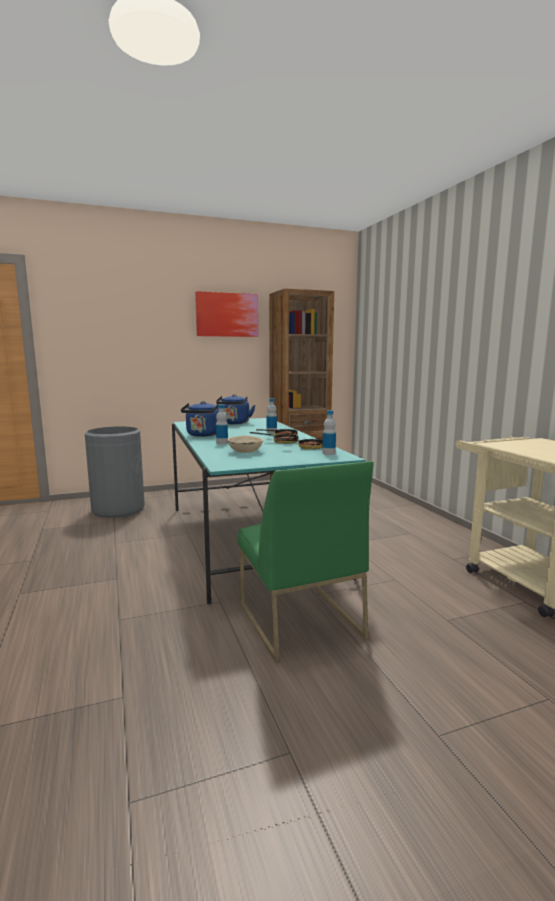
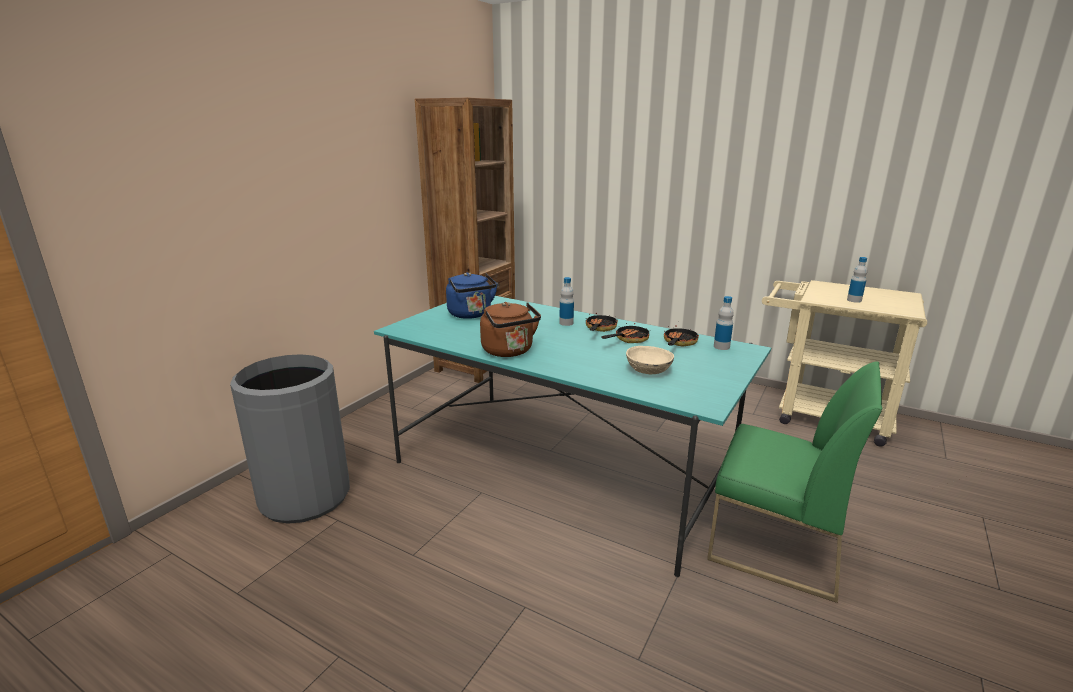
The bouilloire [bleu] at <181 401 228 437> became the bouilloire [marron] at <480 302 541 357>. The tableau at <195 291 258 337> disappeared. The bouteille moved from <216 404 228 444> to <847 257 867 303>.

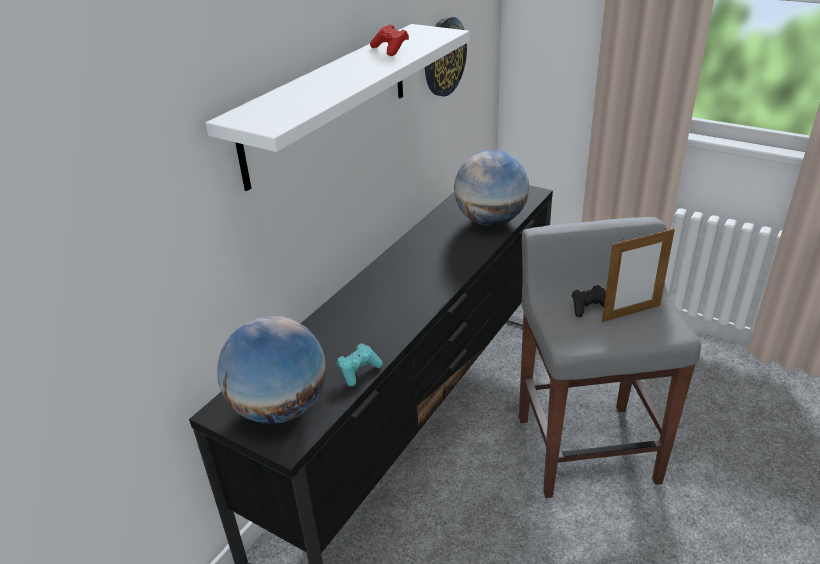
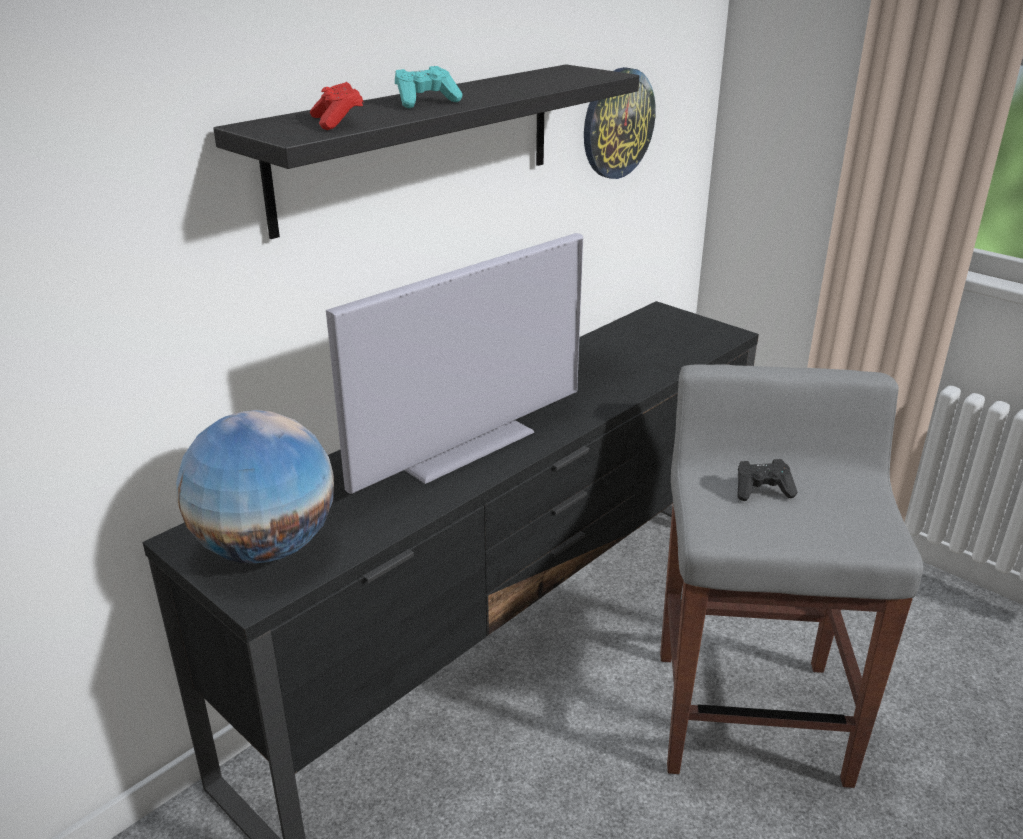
The étagère [blanc] at <206 24 469 191> became the étagère [noir] at <213 64 639 239>. The manette [turquoise] moved from <337 343 382 387> to <395 66 462 108>. The manette [rouge] moved from <370 25 409 56> to <310 82 363 130>. The globe at <454 150 529 226> disappeared. The cadre photo at <602 228 675 322> disappeared. The téléviseur at <326 233 583 494> appeared.

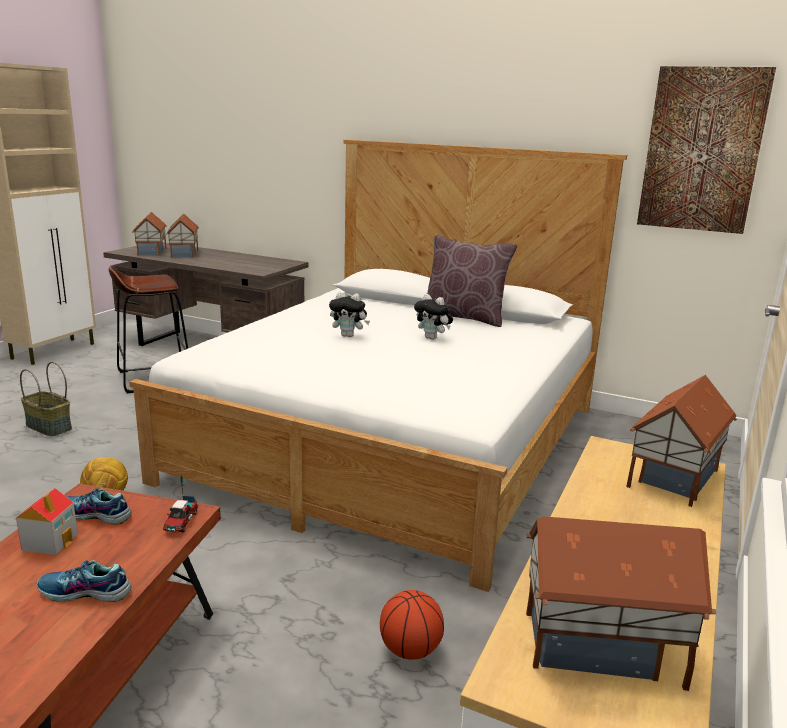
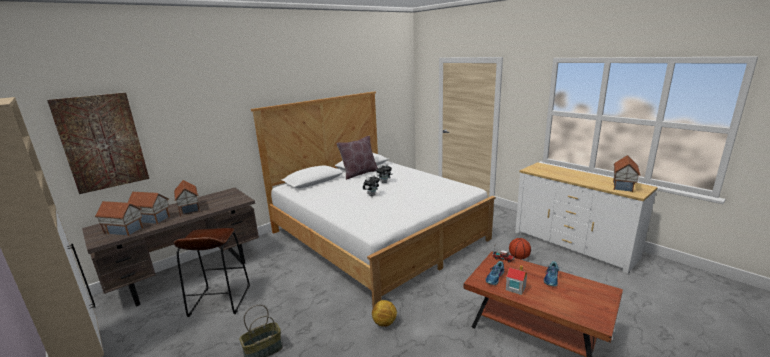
The maison miniature moved from <626 375 737 507> to <174 180 200 217>. The tableau moved from <637 66 776 234> to <47 92 149 194>.

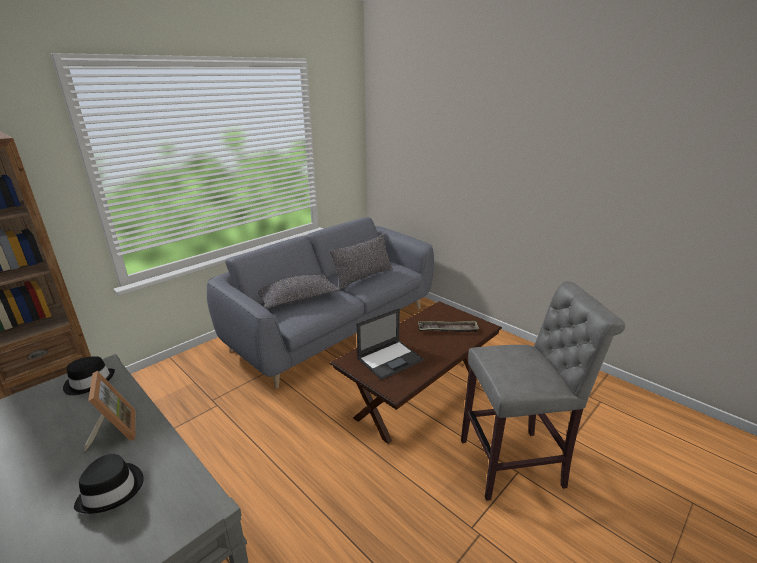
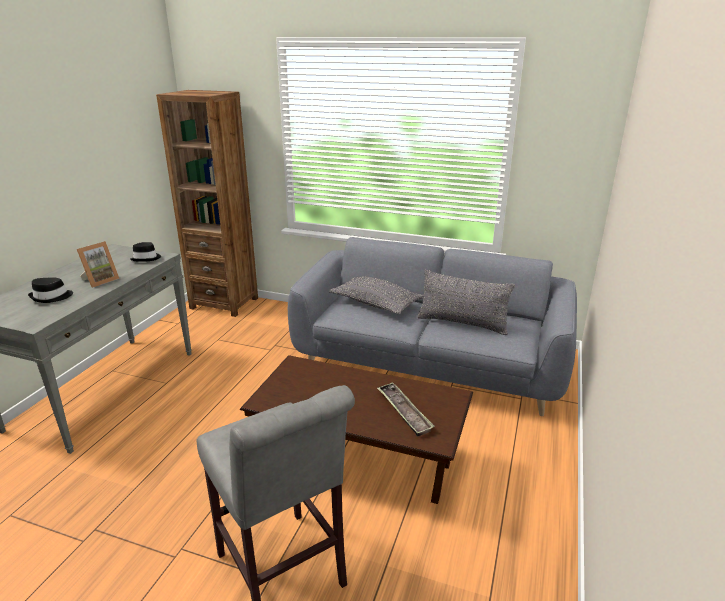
The ordinateur portable at <357 308 423 380> disappeared.

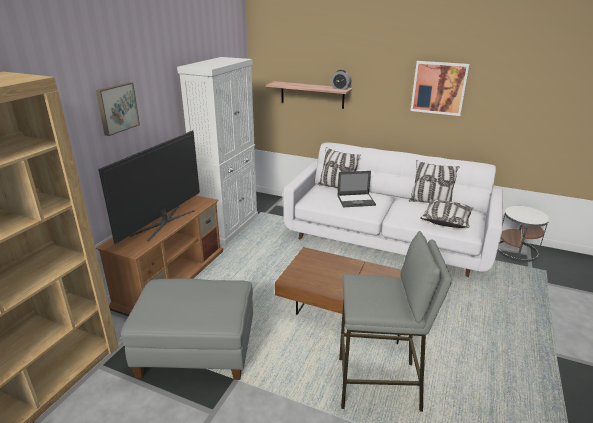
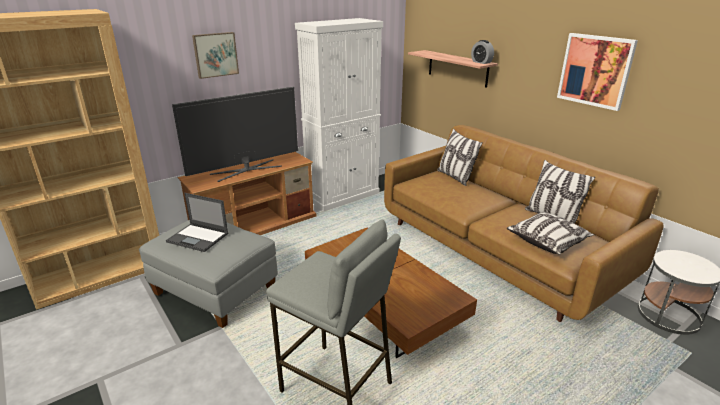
The canapé [blanc] at <283 142 503 277> became the canapé [marron] at <384 125 663 322>. The ordinateur portable moved from <337 171 376 207> to <166 193 228 252>.

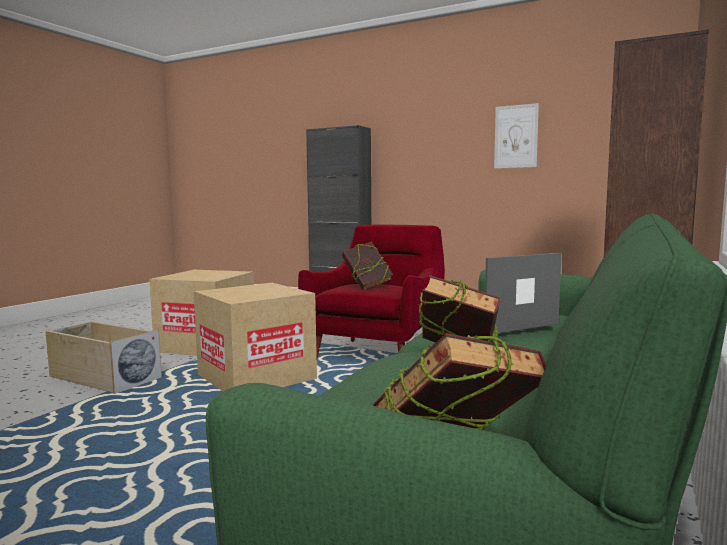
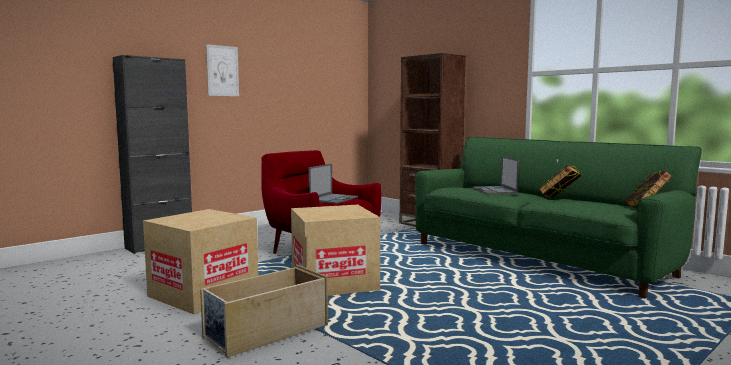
The livre at <342 242 393 290> was replaced by the ordinateur portable at <308 163 358 204>. The tableau moved from <494 103 539 168> to <206 44 239 96>.

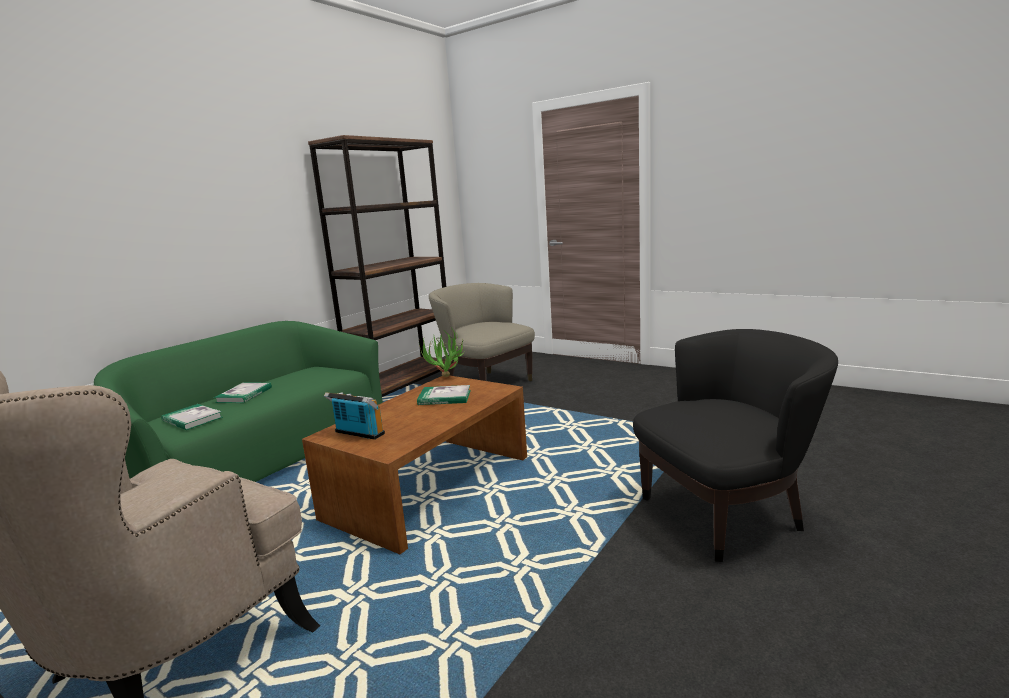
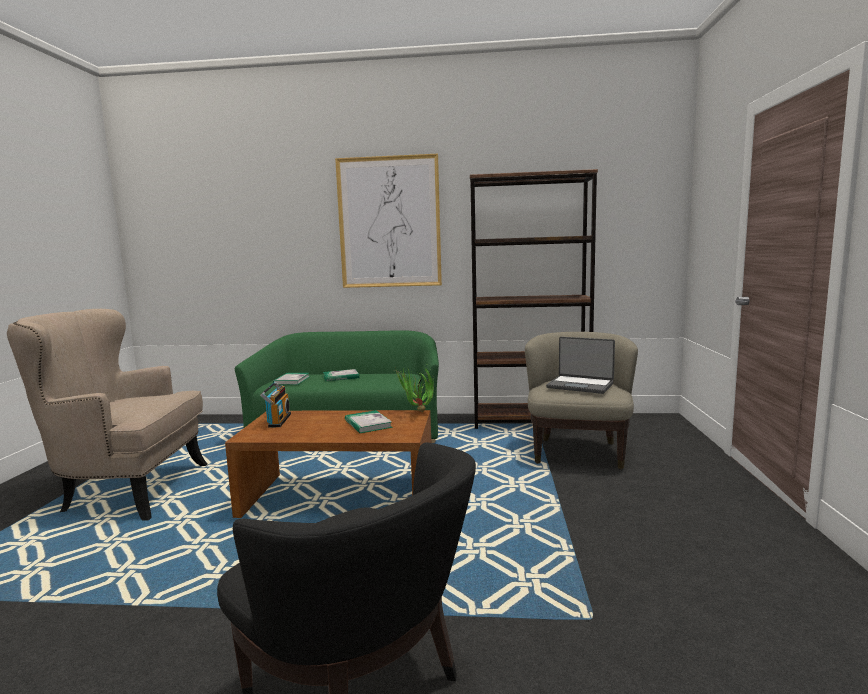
The tableau at <335 154 442 288> appeared. The ordinateur portable at <546 337 615 394> appeared.

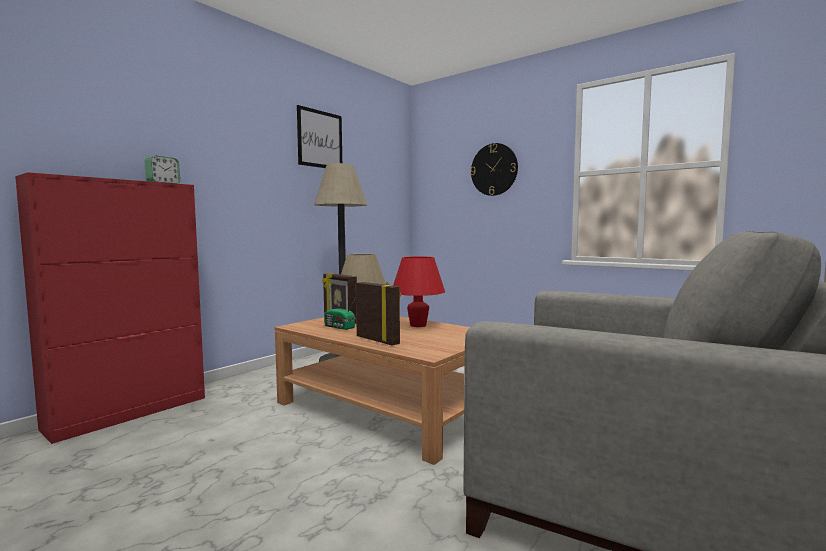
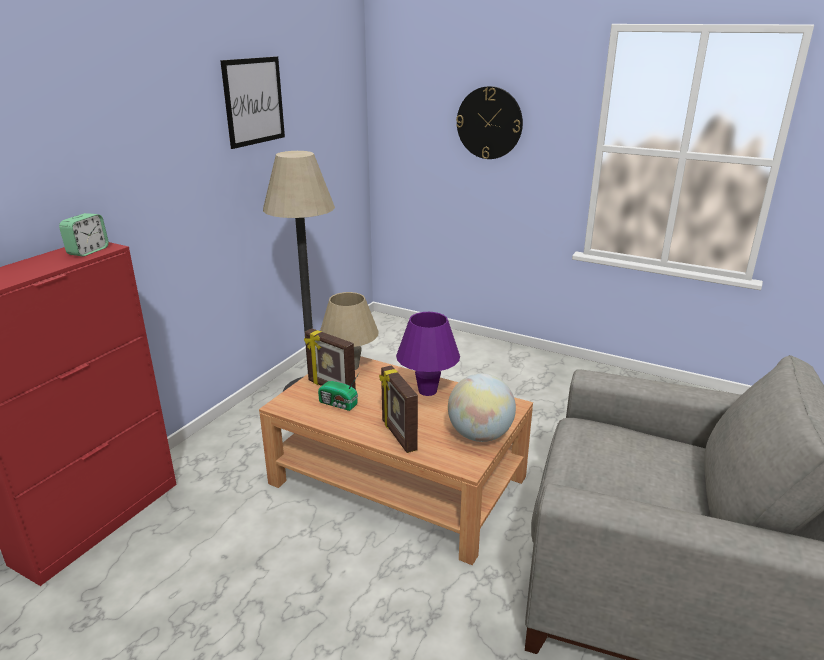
The cadre photo at <356 282 401 346> turned 150 degrees counterclockwise. The lampe de table [rouge] at <393 256 445 327> became the lampe de table [violet] at <396 312 460 396>. The globe at <448 374 516 442> appeared.

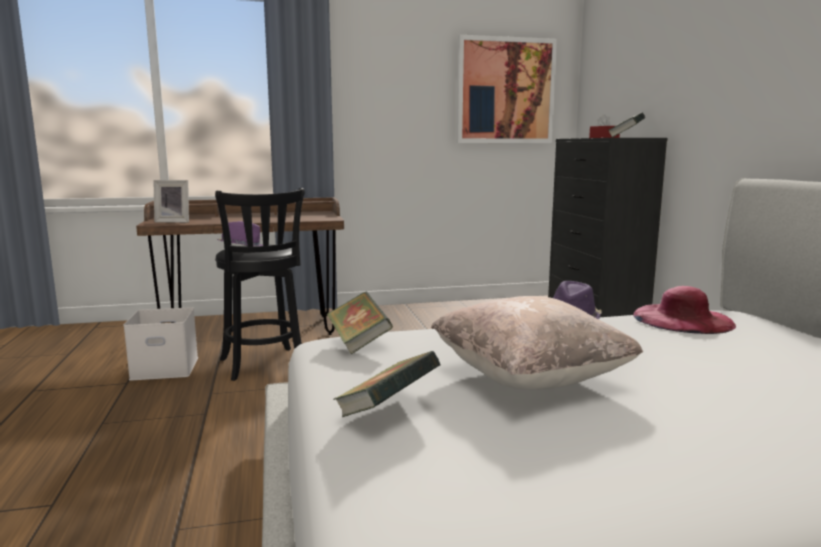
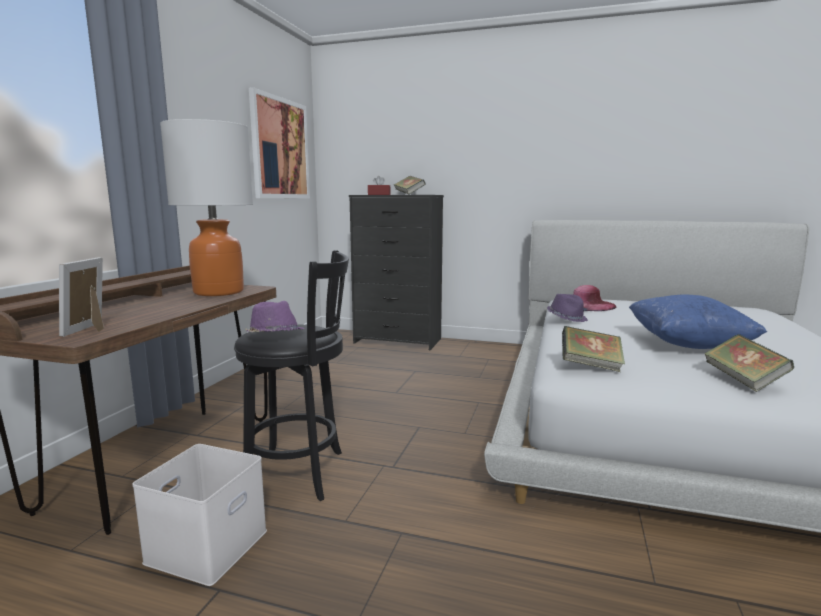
The cadre photo at <153 180 189 223> turned 150 degrees clockwise. The coussin [beige] at <431 296 643 390> became the coussin [bleu] at <629 295 767 349>. The lampe de table at <160 119 253 296> appeared.

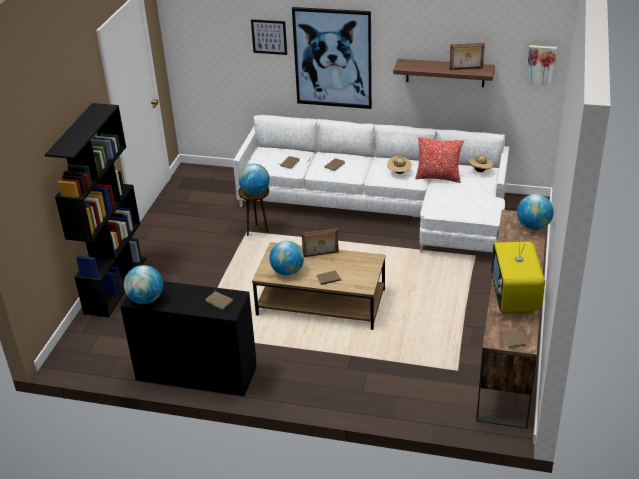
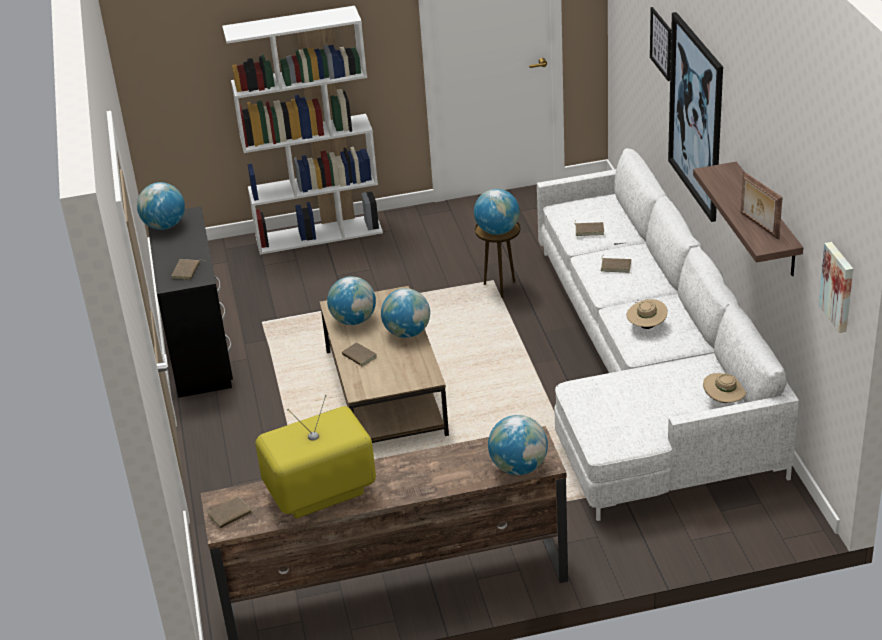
The bibliothèque [noir] at <45 103 147 317> became the bibliothèque [blanc] at <222 6 383 255>. The cadre photo at <302 228 339 257> was replaced by the globe at <381 288 430 338>. The coussin at <415 137 464 183> disappeared.

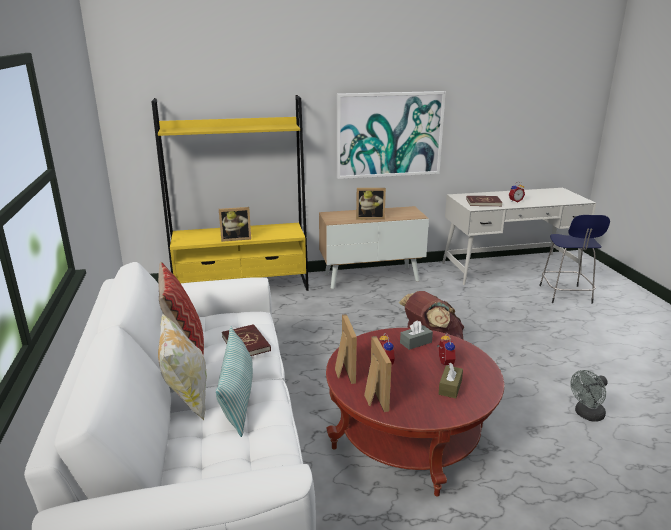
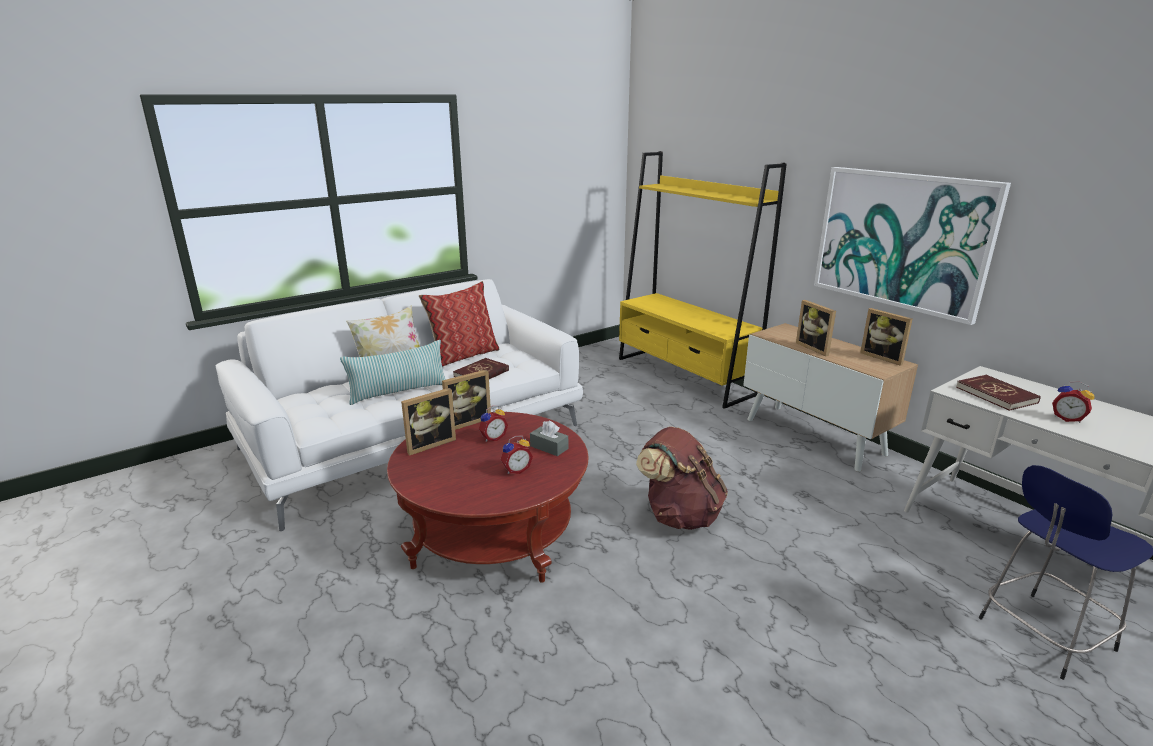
The cadre photo moved from <219 207 251 242> to <860 308 912 366>. The boîte à mouchoirs [marron] at <439 363 463 398> disappeared. The ventilateur [gris] at <570 370 608 421> disappeared.

